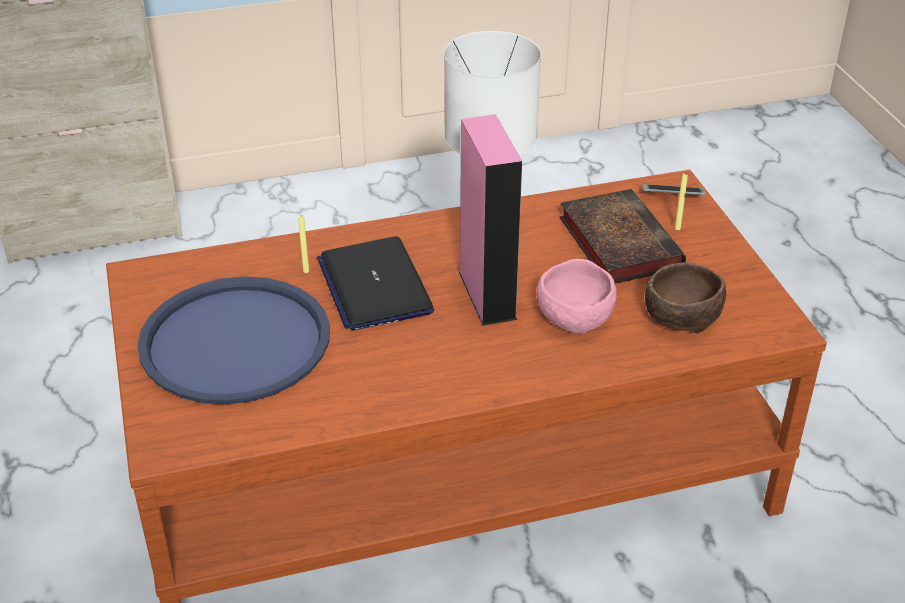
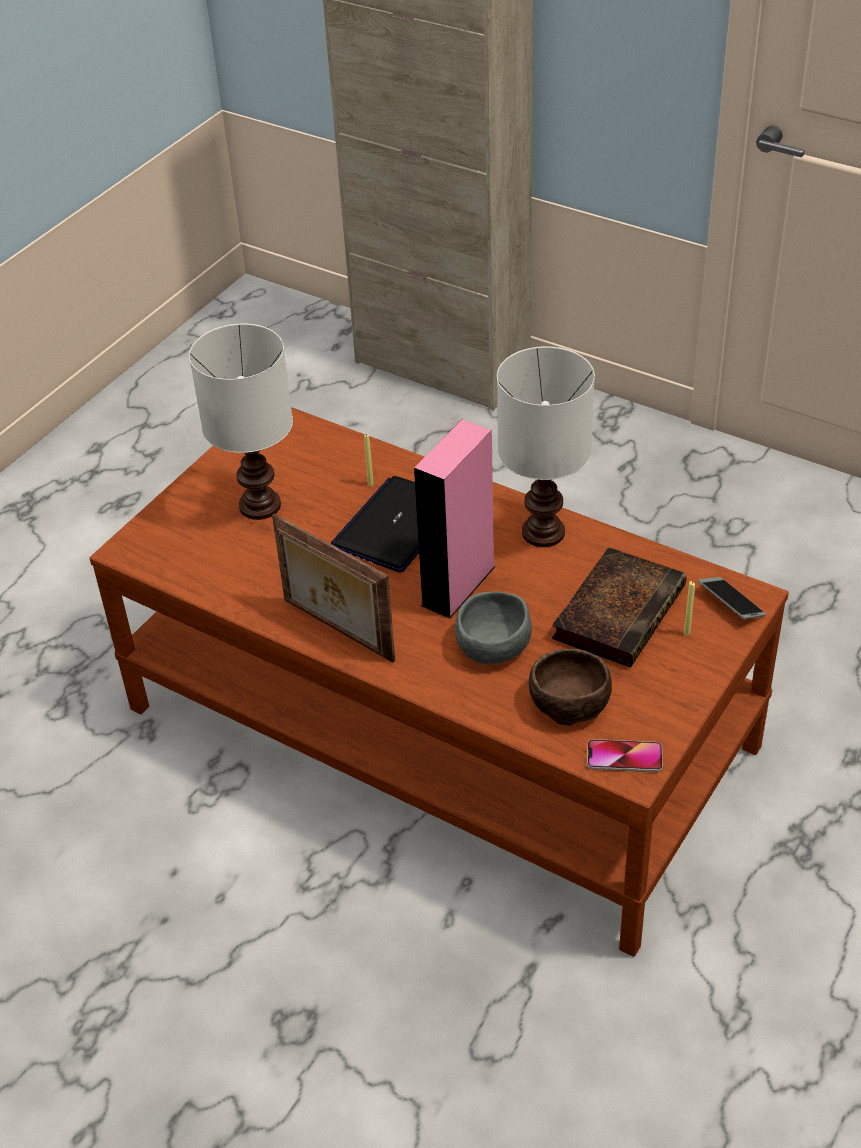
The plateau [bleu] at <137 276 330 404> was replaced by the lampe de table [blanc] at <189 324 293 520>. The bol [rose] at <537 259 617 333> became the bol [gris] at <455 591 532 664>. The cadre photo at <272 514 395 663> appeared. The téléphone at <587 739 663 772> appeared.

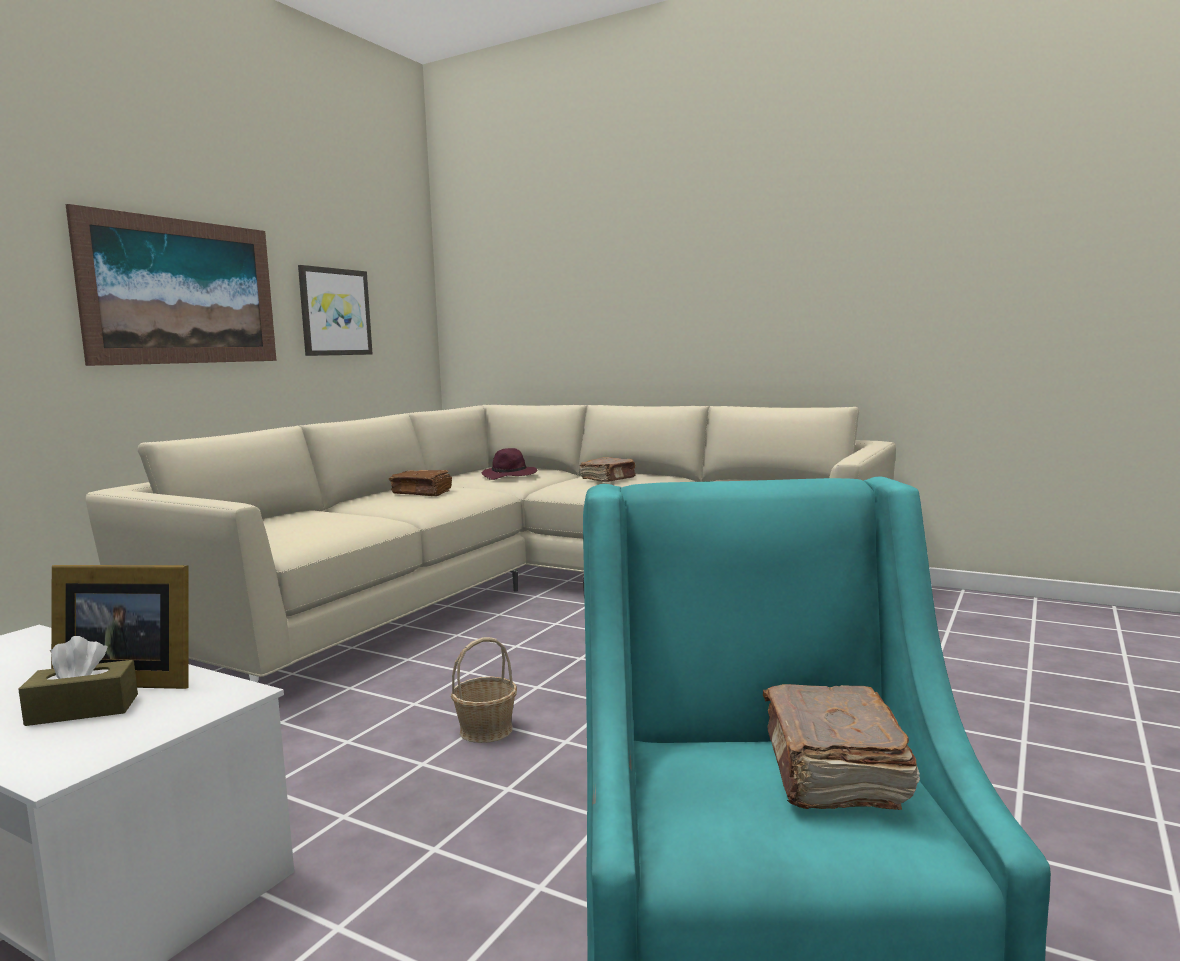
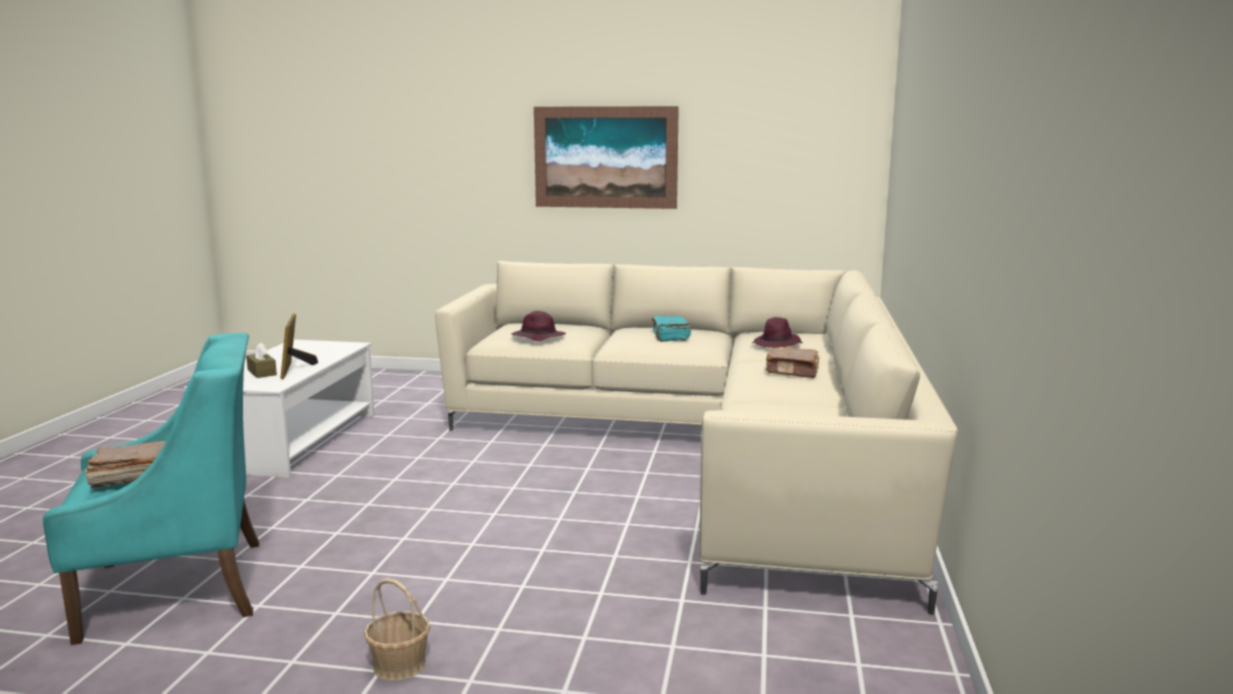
The tableau at <298 265 373 356> disappeared. The livre [marron] at <389 470 452 496> became the livre [turquoise] at <652 316 691 342>. The panier moved from <451 637 517 743> to <364 578 430 681>. The chapeau [violet] at <511 311 566 341> appeared.

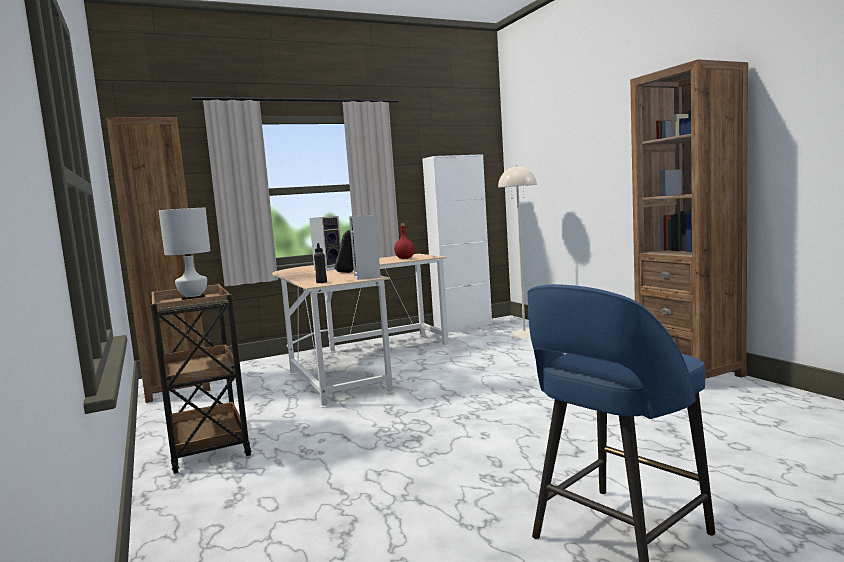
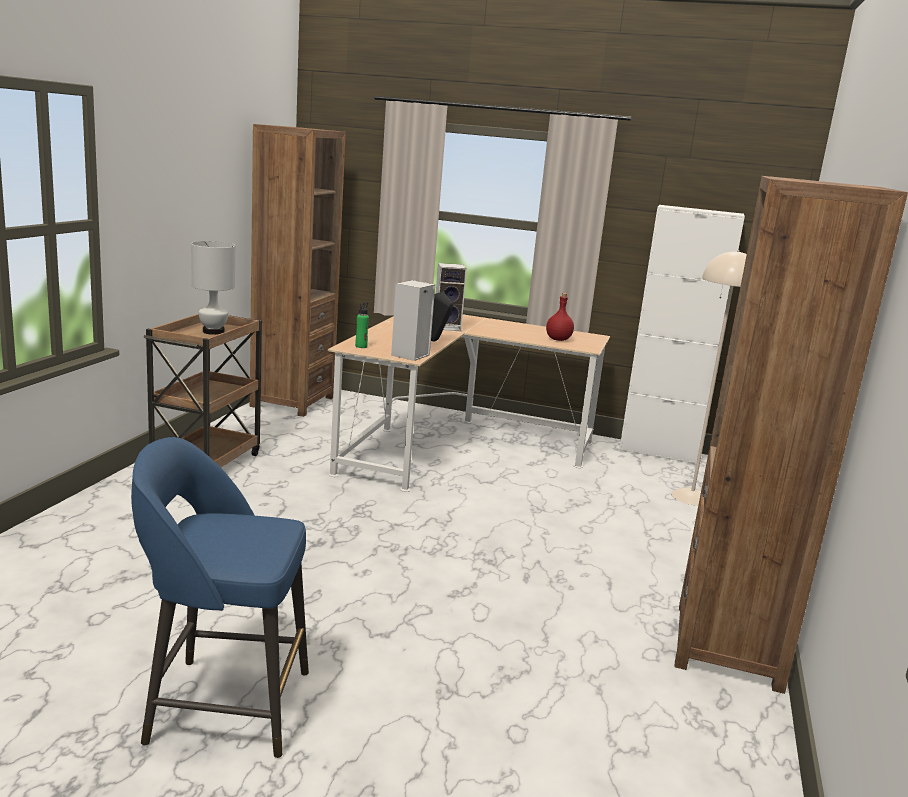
The bouteille [noir] at <314 243 327 283> became the bouteille [vert] at <355 303 369 348>.

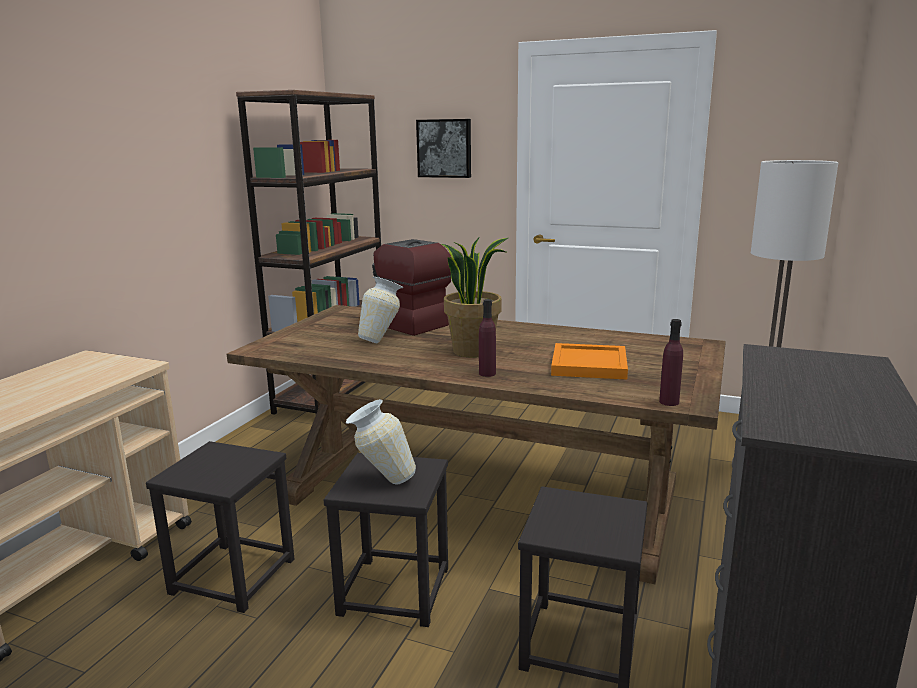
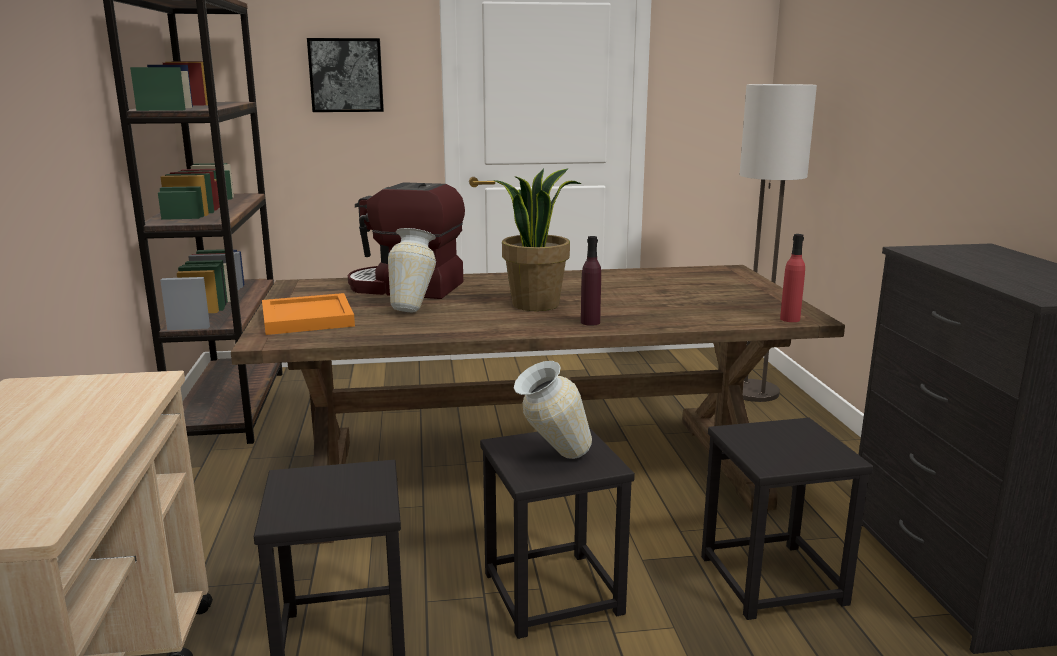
The plateau [orange] moved from <551 343 628 380> to <262 293 355 335>. The bouteille [violet] at <659 319 683 406> became the bouteille [rouge] at <780 234 805 322>.

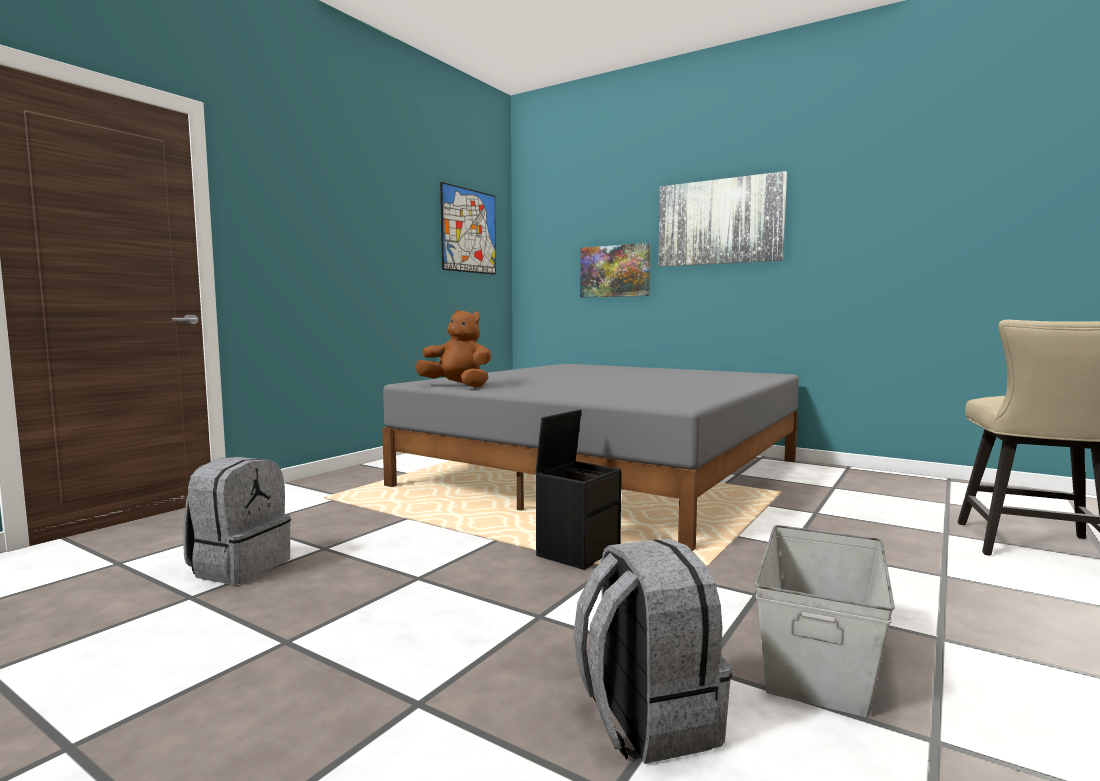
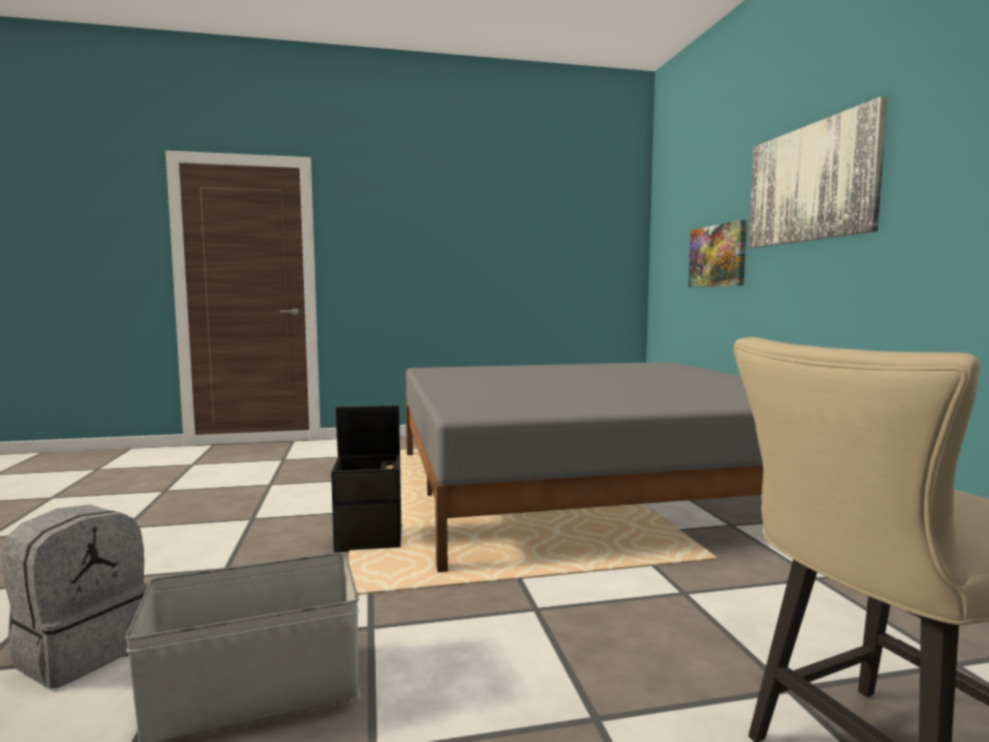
The sac à dos [gris] at <183 457 291 585> disappeared. The peluche [marron] at <416 310 491 387> disappeared. The tableau at <440 182 496 275> disappeared.

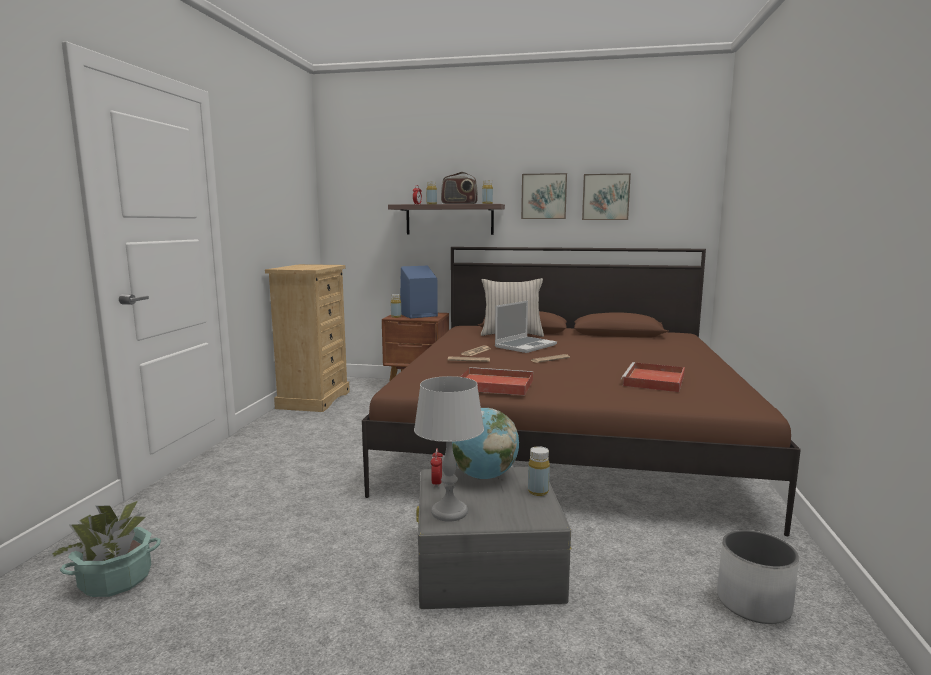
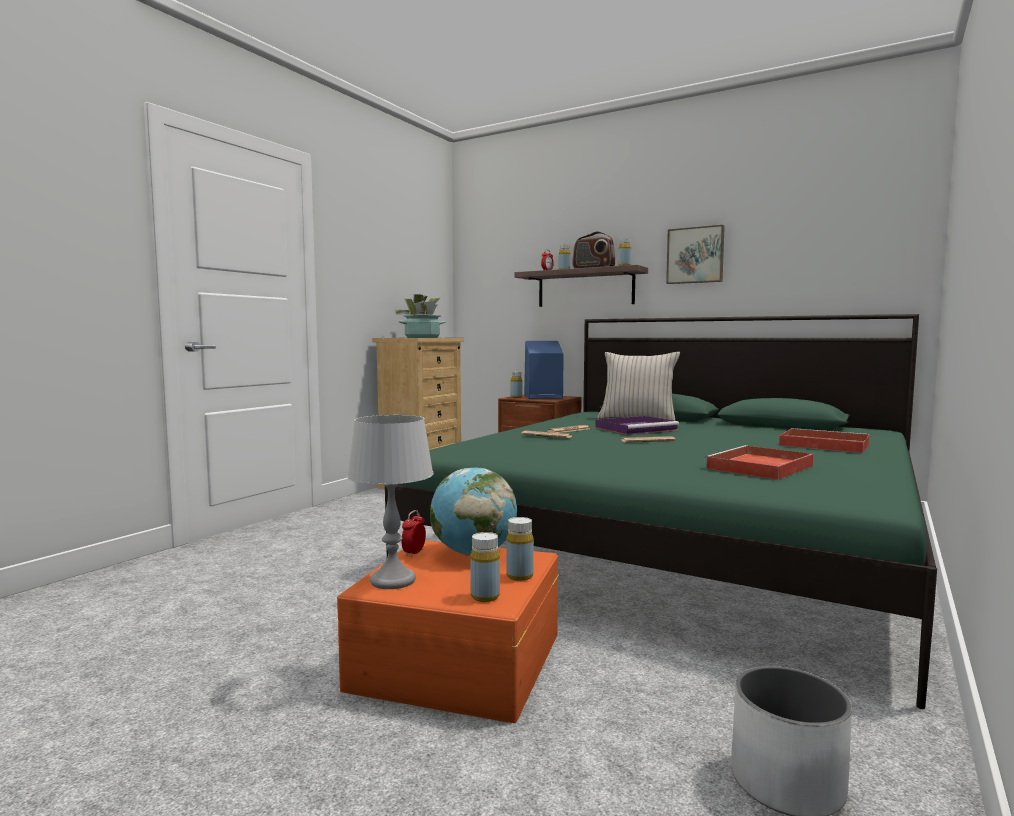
The plante en pot moved from <49 500 161 597> to <395 294 446 338>. The lit [marron] at <362 247 801 536> became the lit [vert] at <385 314 937 709>. The boîte de rangement [gris] at <416 467 572 609> became the boîte de rangement [orange] at <337 540 559 723>. The plateau [rouge] moved from <460 367 533 395> to <779 428 870 453>. The ordinateur portable at <495 300 557 353> was replaced by the plateau [violet] at <595 416 679 435>. The tableau at <582 173 631 220> disappeared. The bouteille [jaune] at <470 532 500 602> appeared.

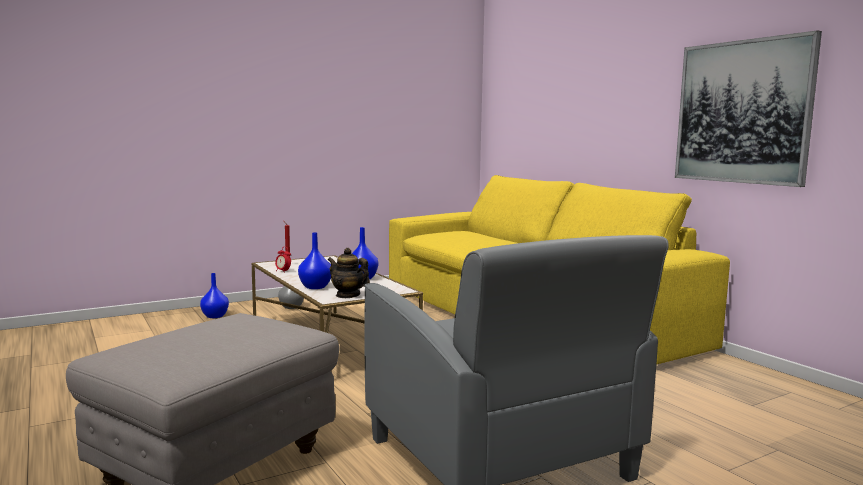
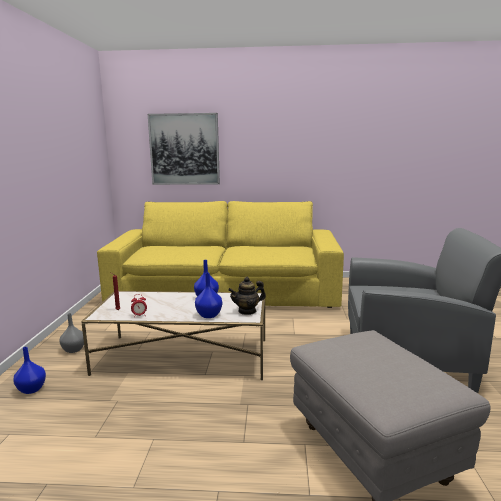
The tableau moved from <675 30 822 187> to <148 113 220 185>.

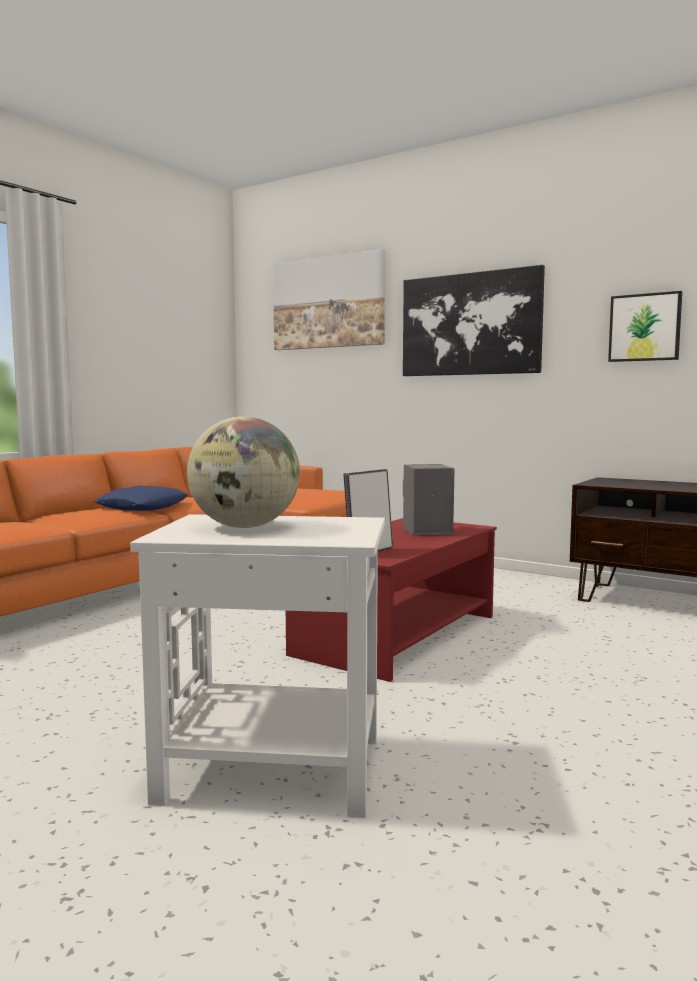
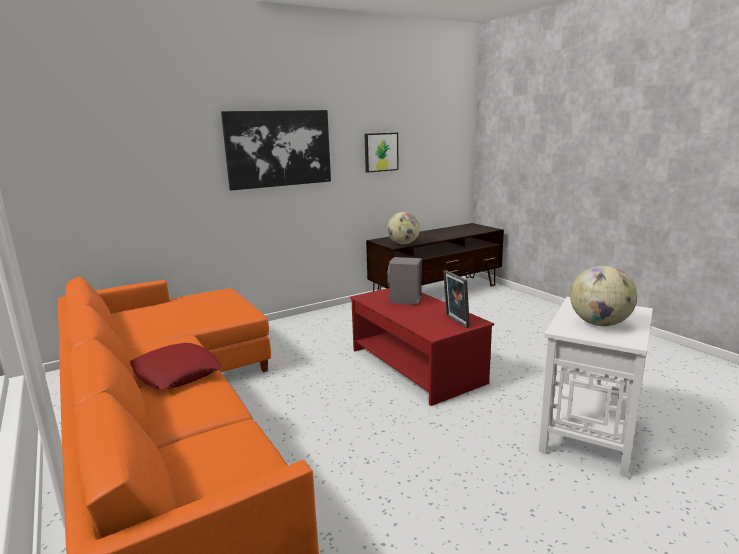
The coussin [bleu] at <94 486 188 511> became the coussin [rouge] at <130 343 221 390>. The tableau at <273 249 385 350> disappeared. The globe at <387 212 420 245> appeared.

